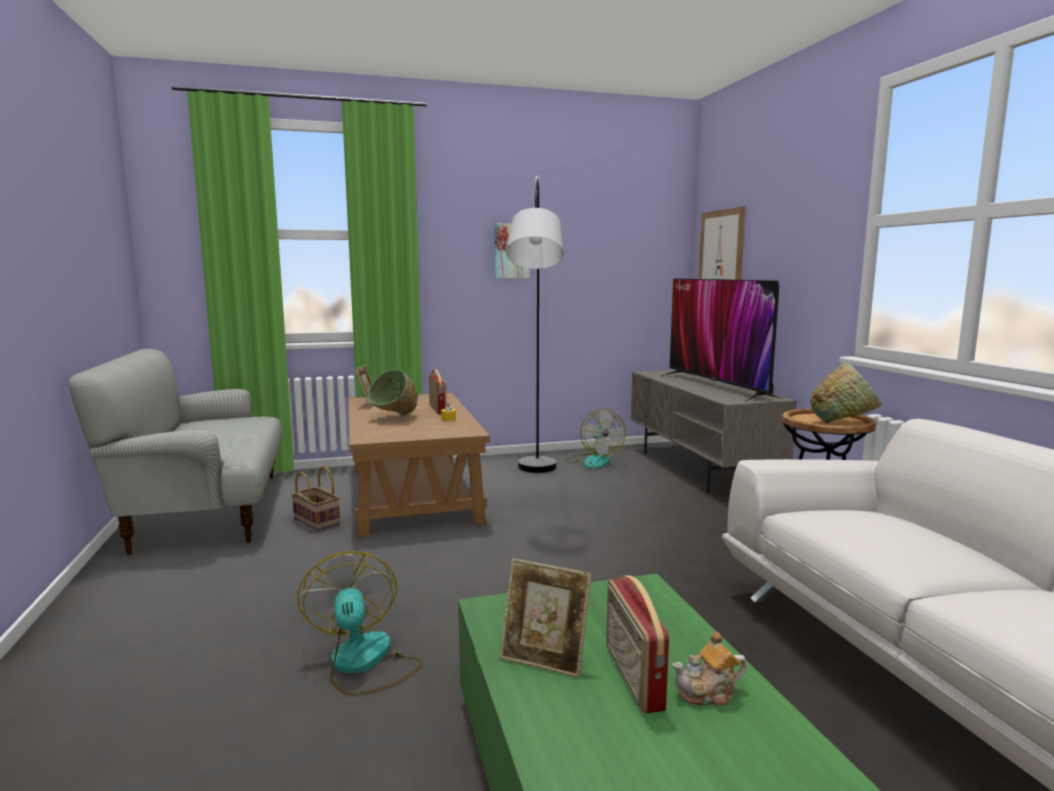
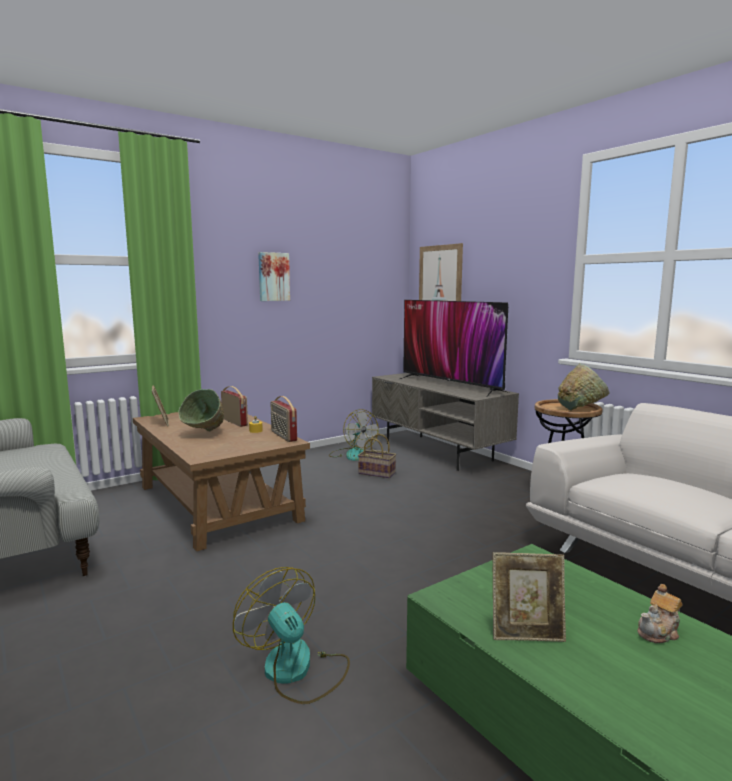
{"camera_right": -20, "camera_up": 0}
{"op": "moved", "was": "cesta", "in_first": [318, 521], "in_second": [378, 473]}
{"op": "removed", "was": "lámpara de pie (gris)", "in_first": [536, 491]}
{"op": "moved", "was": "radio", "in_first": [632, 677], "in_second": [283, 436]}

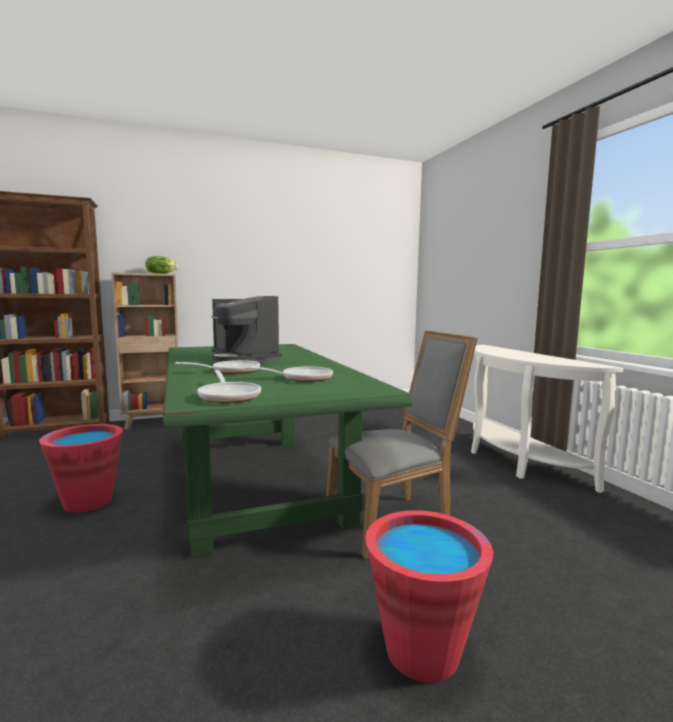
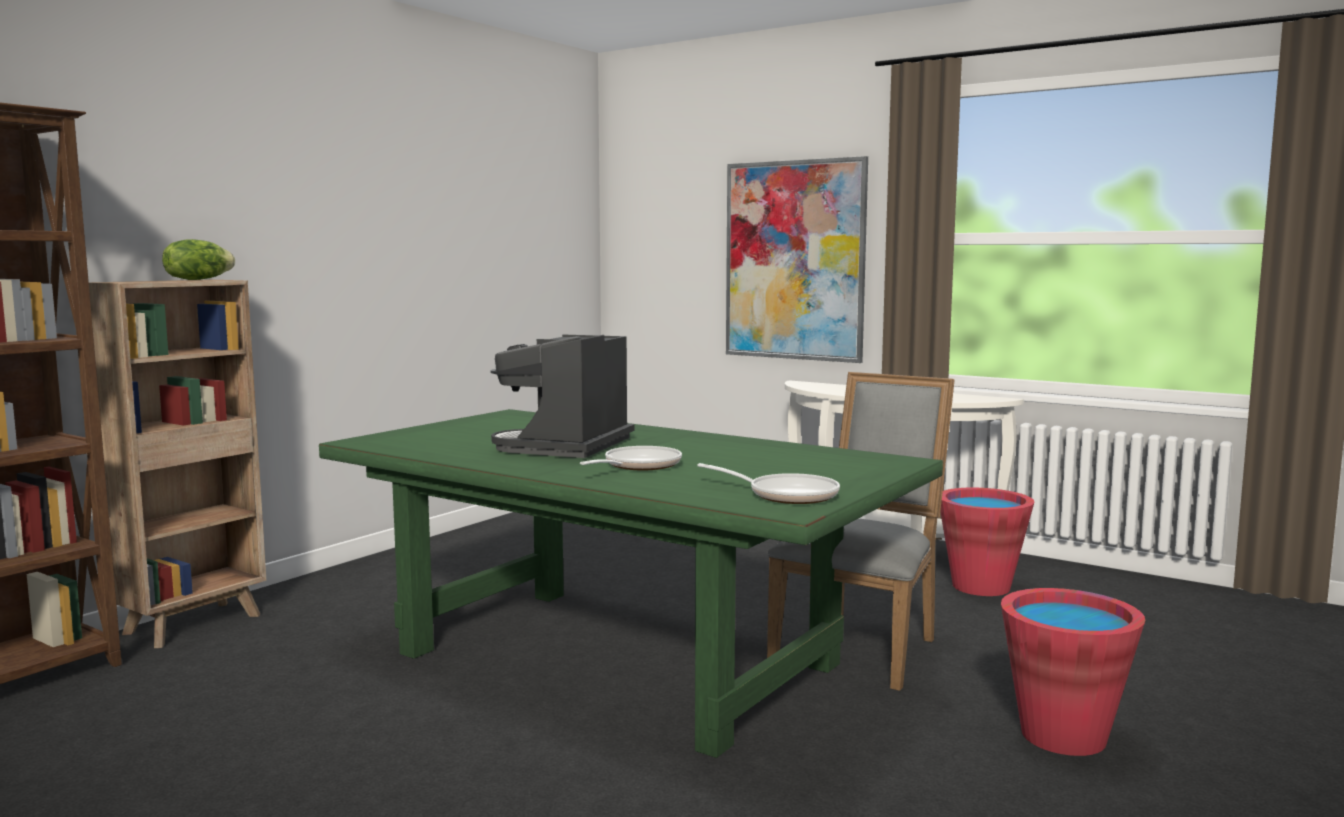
{"camera_right": -35, "camera_up": 0}
{"op": "moved", "was": "cubo (rojo)", "in_first": [88, 502], "in_second": [981, 587]}
{"op": "turned", "was": "cafetera", "in_first": [243, 359], "in_second": [566, 446], "clockwise": 90}
{"op": "removed", "was": "sartén", "in_first": [302, 378]}
{"op": "added", "now": "cuadro", "in_second": [794, 260]}

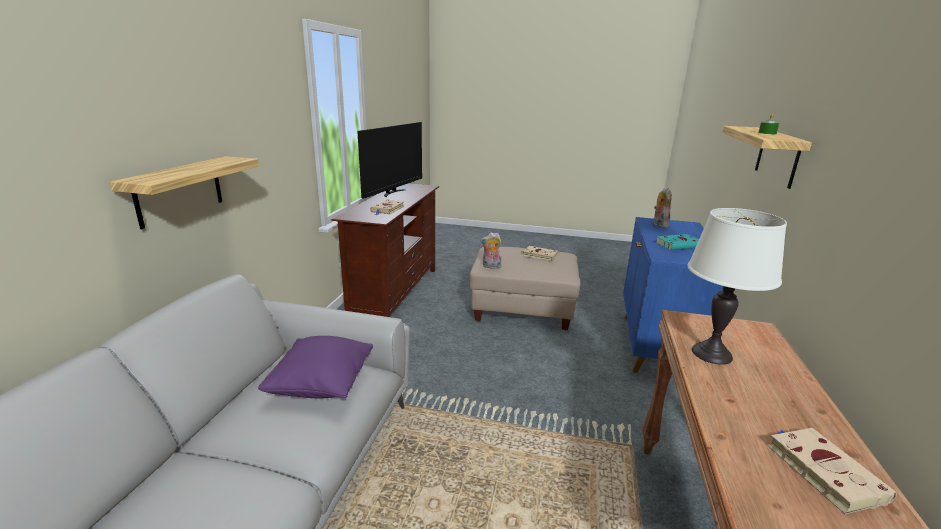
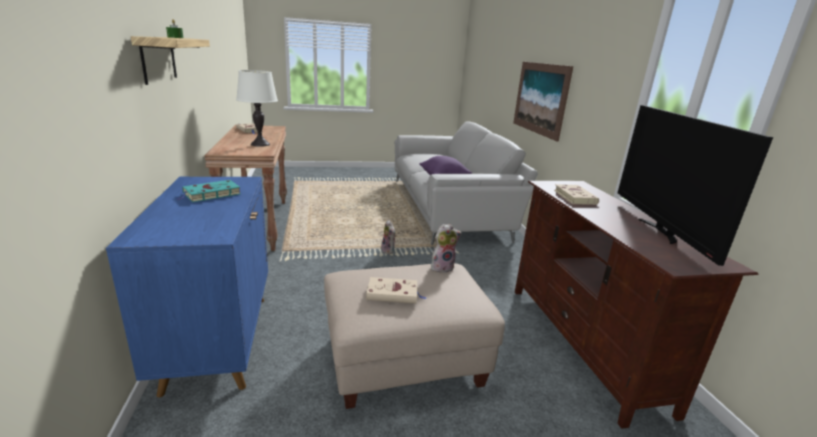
{"camera_right": 155, "camera_up": 0}
{"op": "replaced", "was": "estante", "now": "cuadro", "in_first": [180, 191], "in_second": [540, 98]}
{"op": "moved", "was": "peluche", "in_first": [658, 224], "in_second": [389, 251]}

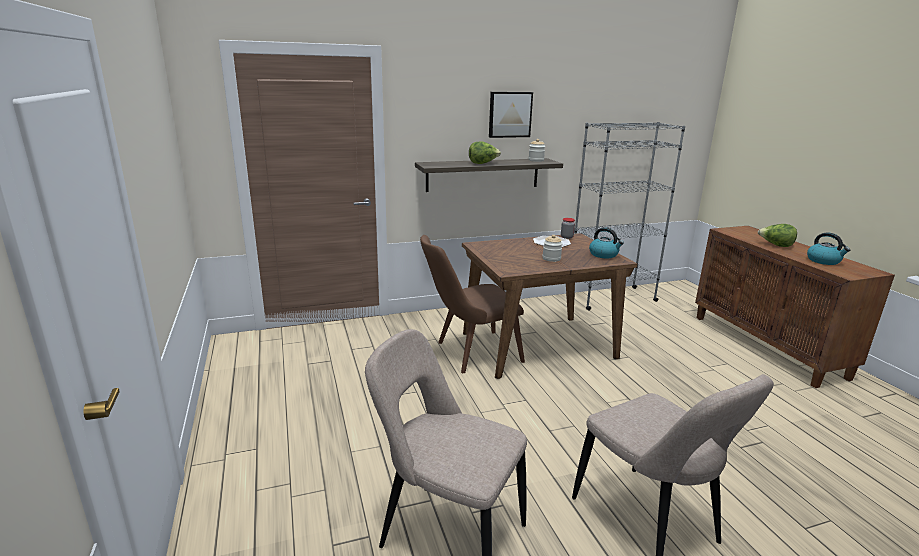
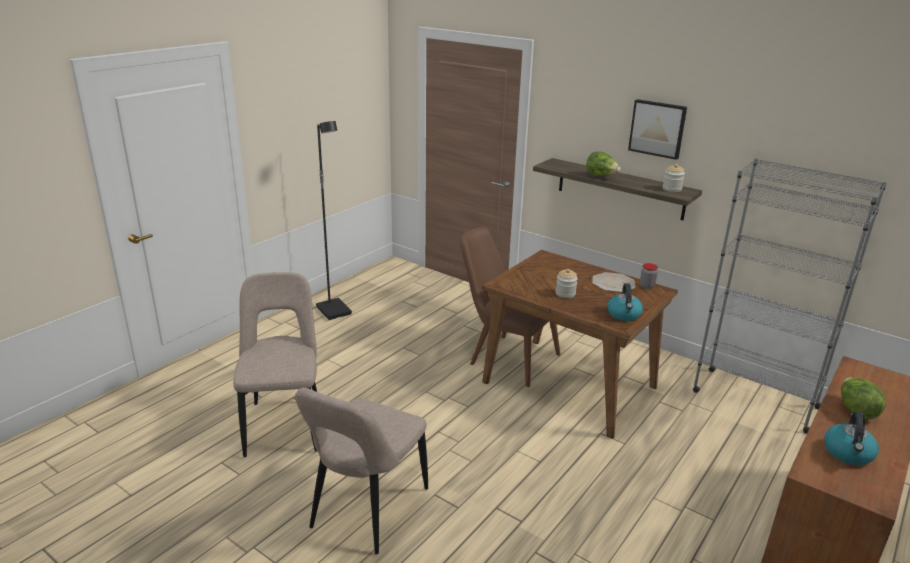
{"camera_right": 55, "camera_up": 5}
{"op": "added", "now": "lámpara de pie (negro)", "in_second": [335, 311]}

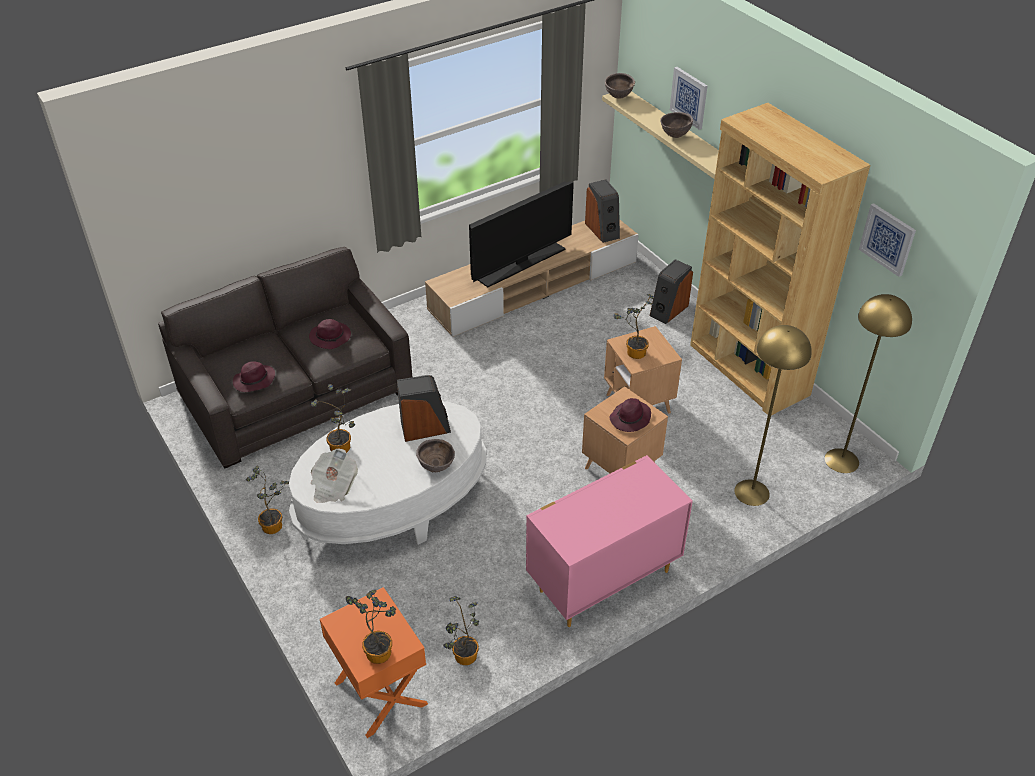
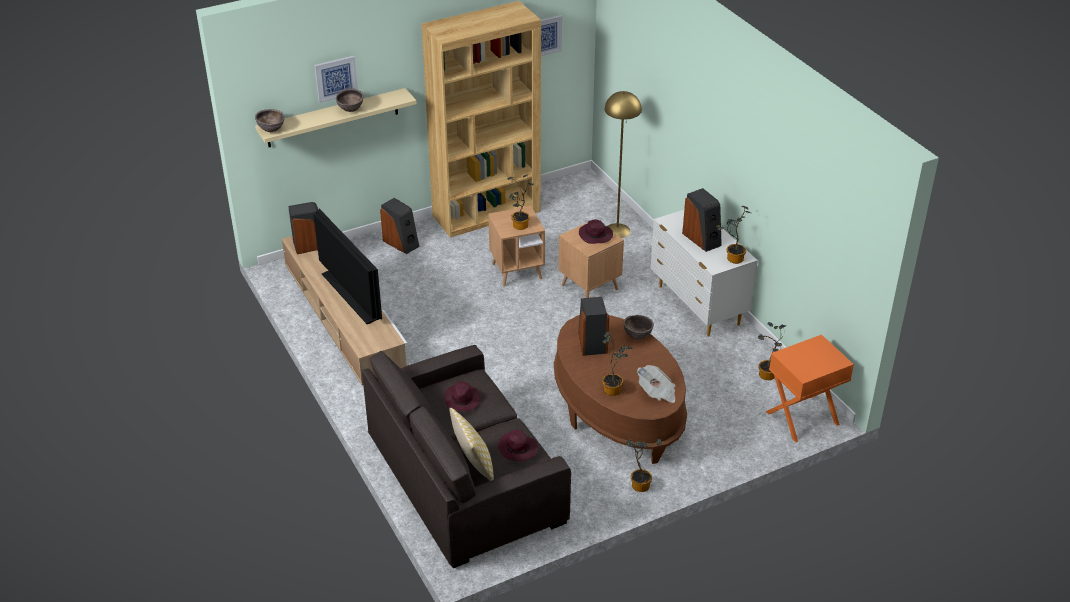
{"camera_right": -85, "camera_up": -5}
{"op": "recoloured", "was": "mesa de centro (blanco)", "now": "mesa de centro (marrón)", "in_first": [393, 503], "in_second": [617, 411]}
{"op": "moved", "was": "planta en maceta", "in_first": [379, 649], "in_second": [732, 258]}
{"op": "recoloured", "was": "cómoda (rosa)", "now": "cómoda (blanco)", "in_first": [602, 580], "in_second": [698, 306]}
{"op": "removed", "was": "lámpara de pie (amarillo)", "in_first": [841, 460]}
{"op": "added", "now": "cojín", "in_second": [473, 465]}
{"op": "added", "now": "altavoz", "in_second": [702, 239]}

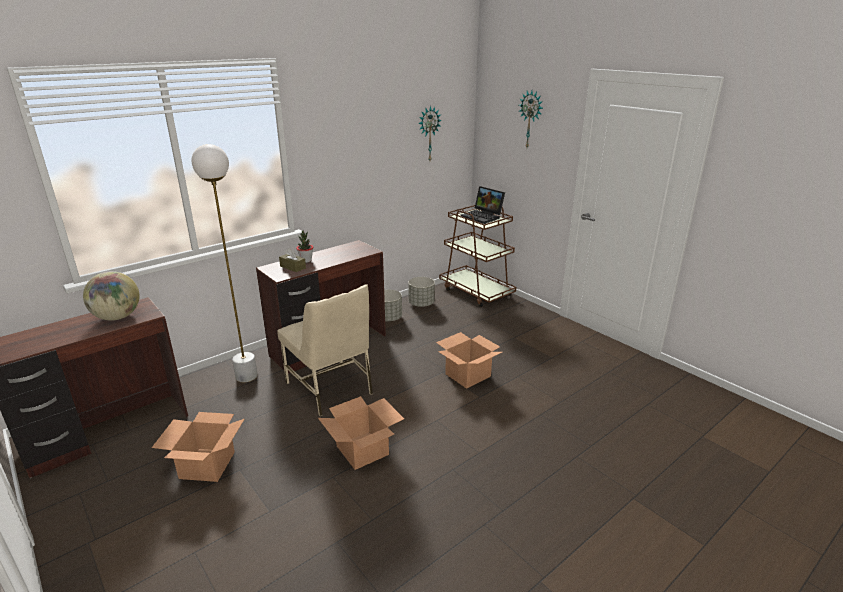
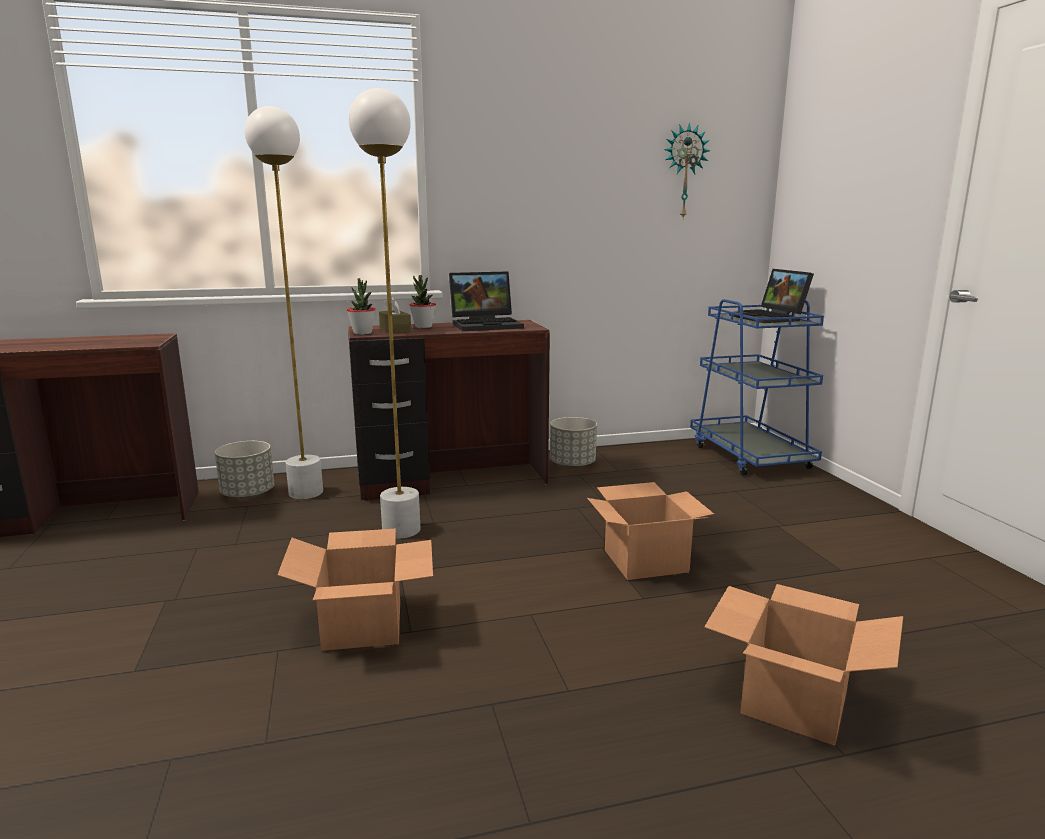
{"camera_right": 25, "camera_up": -10}
{"op": "removed", "was": "globo terráqueo", "in_first": [117, 317]}
{"op": "moved", "was": "caja de cartón", "in_first": [207, 465], "in_second": [795, 703]}
{"op": "replaced", "was": "silla (beis)", "now": "lámpara de pie (blanco)", "in_first": [330, 388], "in_second": [401, 530]}
{"op": "moved", "was": "maceta (gris)", "in_first": [421, 304], "in_second": [248, 494]}
{"op": "recoloured", "was": "carrito (marrón)", "now": "carrito (azul)", "in_first": [476, 292], "in_second": [749, 456]}
{"op": "removed", "was": "reloj de pared", "in_first": [531, 119]}
{"op": "added", "now": "planta en maceta", "in_second": [362, 333]}
{"op": "added", "now": "portátil", "in_second": [487, 325]}

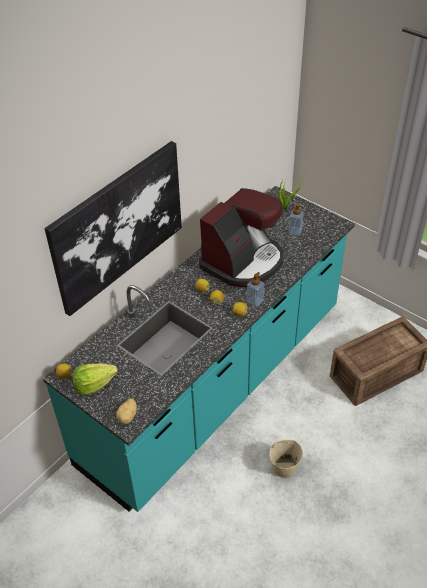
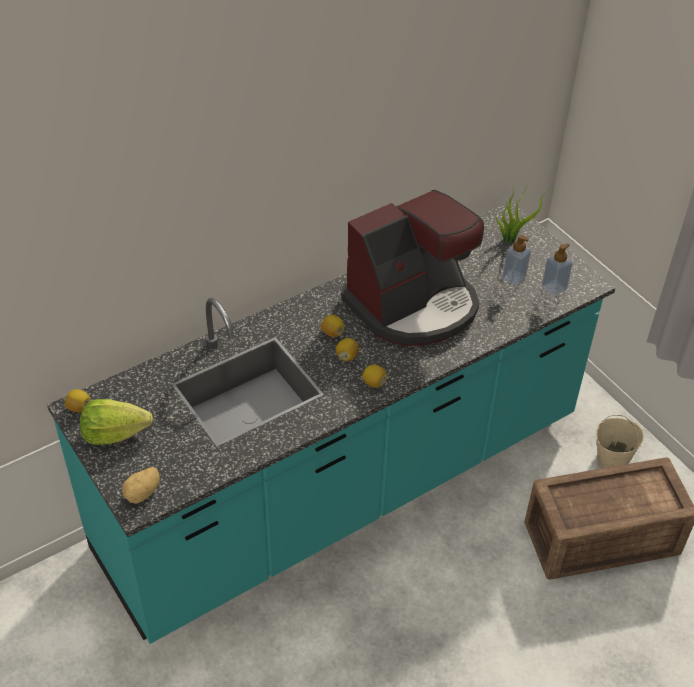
{"camera_right": 15, "camera_up": 0}
{"op": "removed", "was": "cuadro", "in_first": [118, 226]}
{"op": "moved", "was": "dispensador de jabón", "in_first": [255, 301], "in_second": [554, 288]}
{"op": "moved", "was": "cubo (beis)", "in_first": [284, 467], "in_second": [612, 459]}

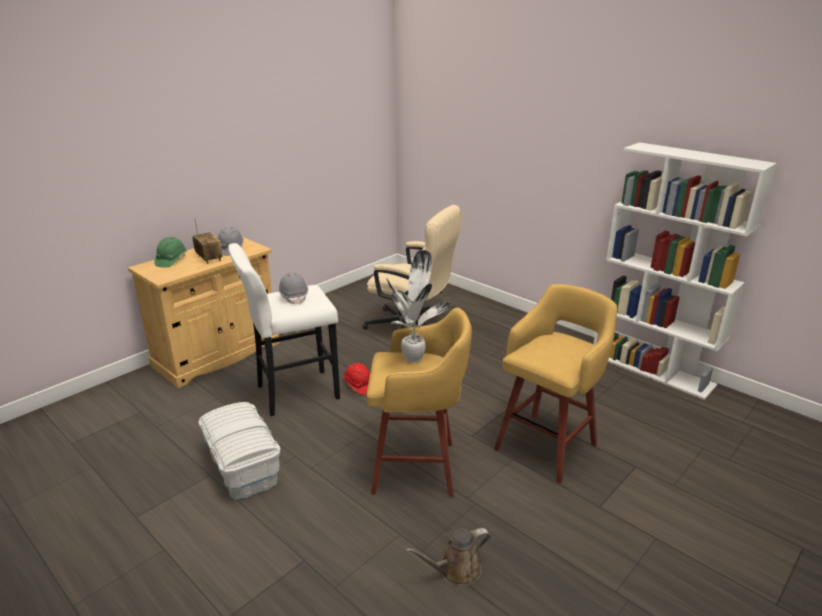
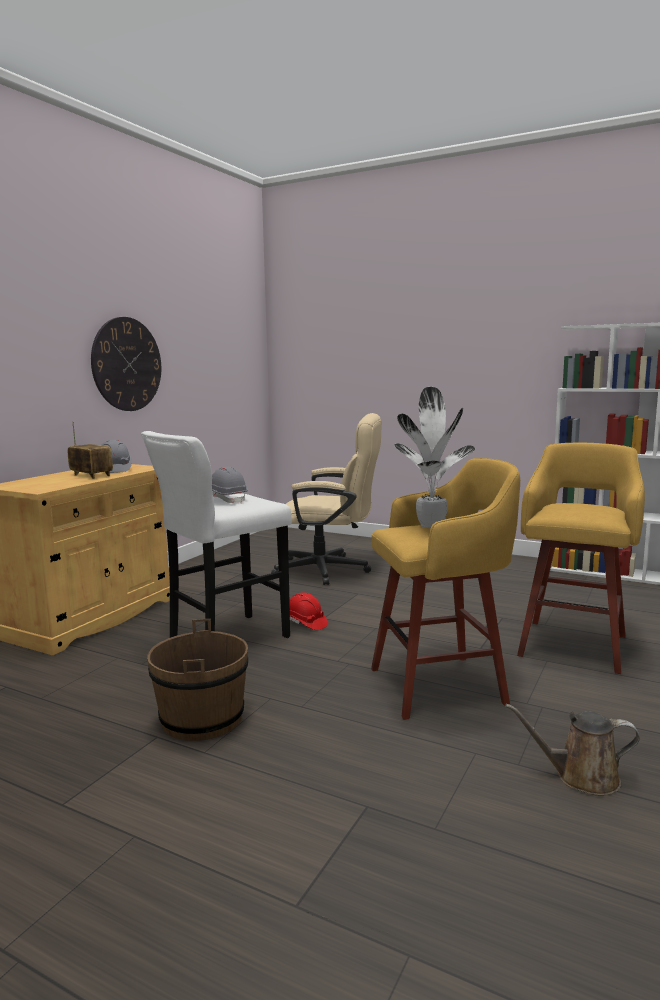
{"camera_right": -15, "camera_up": -15}
{"op": "removed", "was": "casco (verde)", "in_first": [171, 261]}
{"op": "replaced", "was": "caja de almacenaje (blanco)", "now": "cubo (marrón)", "in_first": [243, 466], "in_second": [202, 719]}
{"op": "turned", "was": "regadera (marrón)", "in_first": [456, 571], "in_second": [581, 777], "clockwise": 45}
{"op": "added", "now": "reloj de pared", "in_second": [127, 364]}

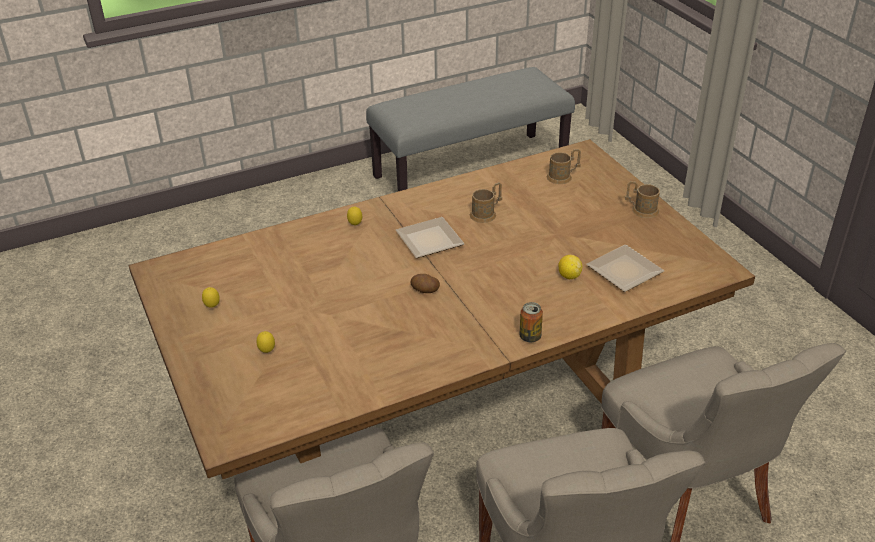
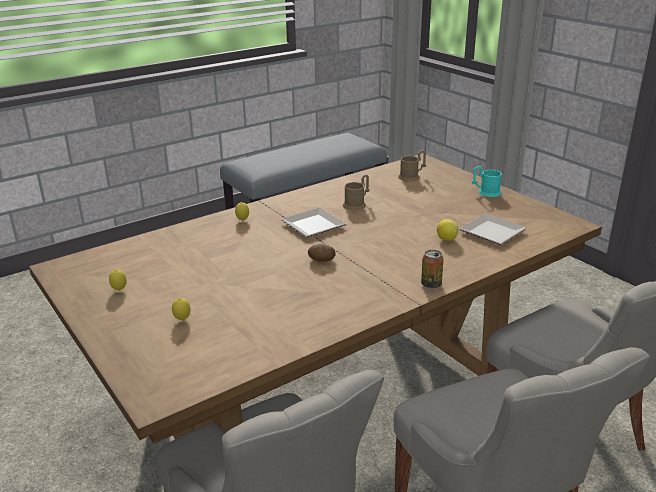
{"camera_right": -10, "camera_up": -10}
{"op": "recoloured", "was": "taza grande (marrón)", "now": "taza grande (turquesa)", "in_first": [641, 210], "in_second": [486, 192]}

